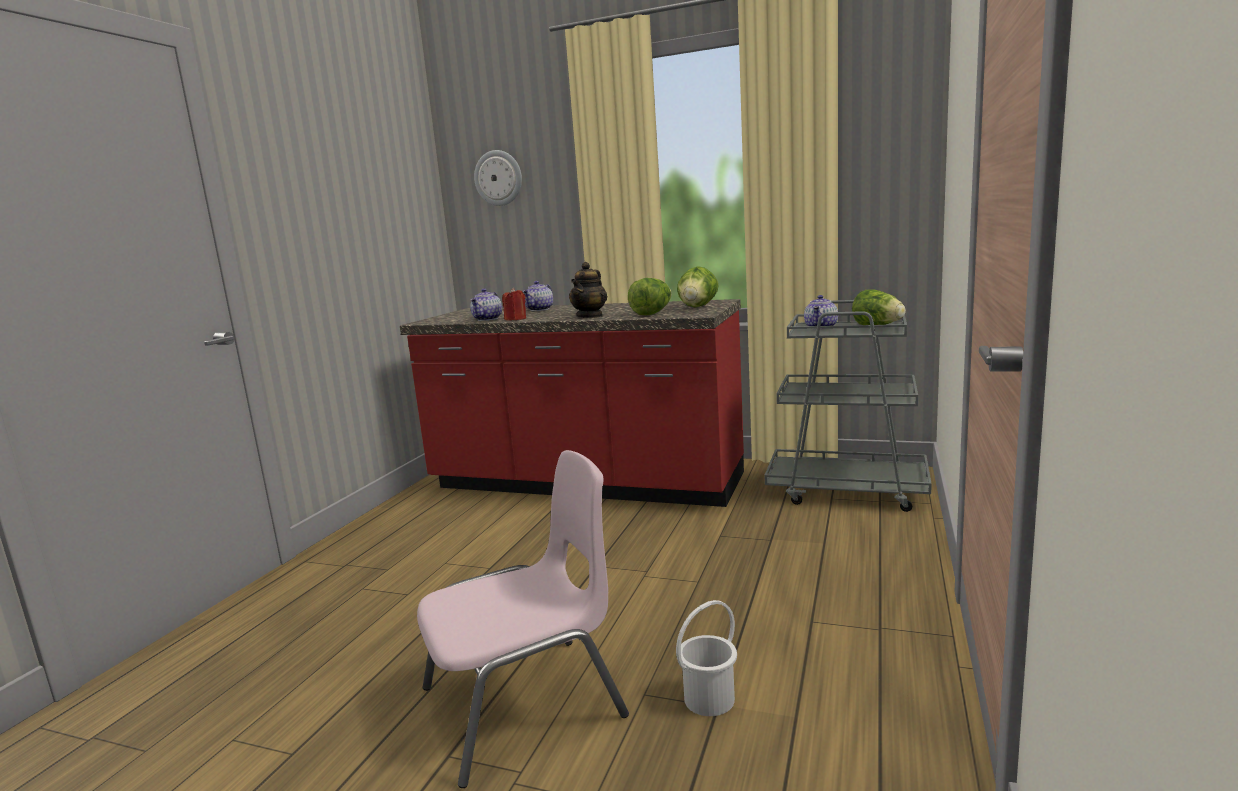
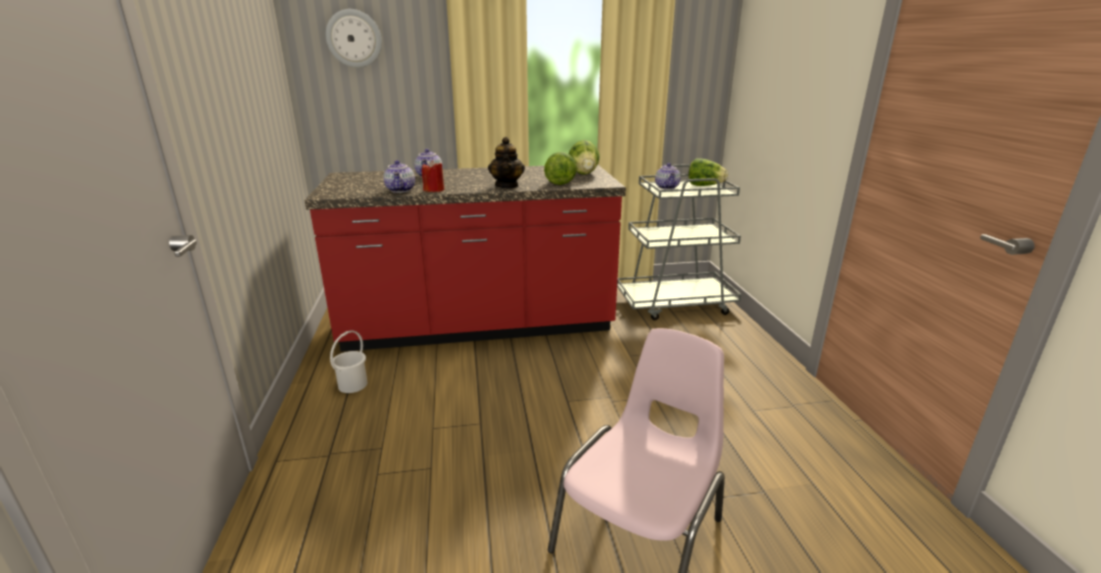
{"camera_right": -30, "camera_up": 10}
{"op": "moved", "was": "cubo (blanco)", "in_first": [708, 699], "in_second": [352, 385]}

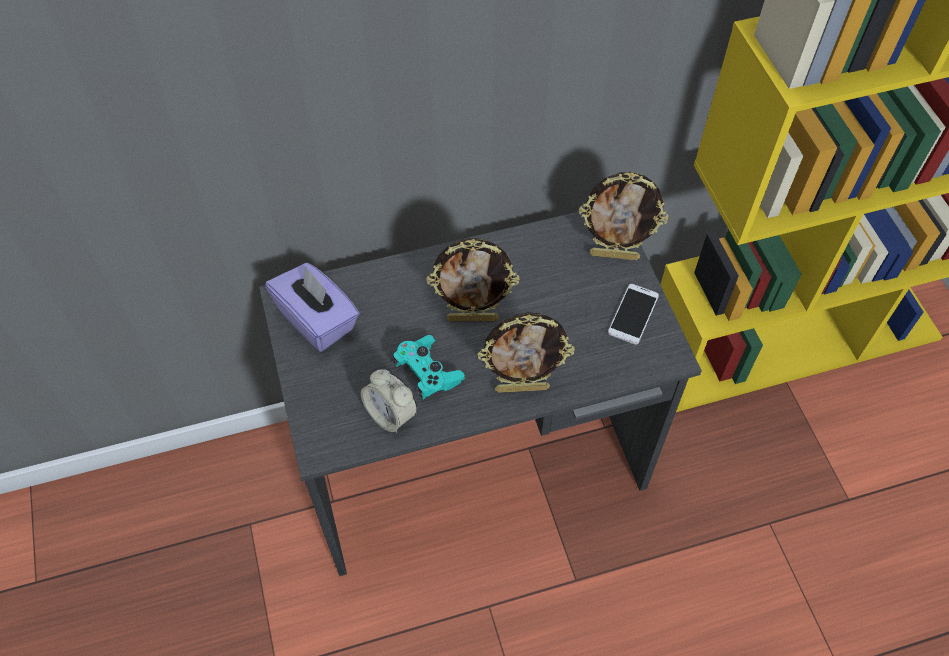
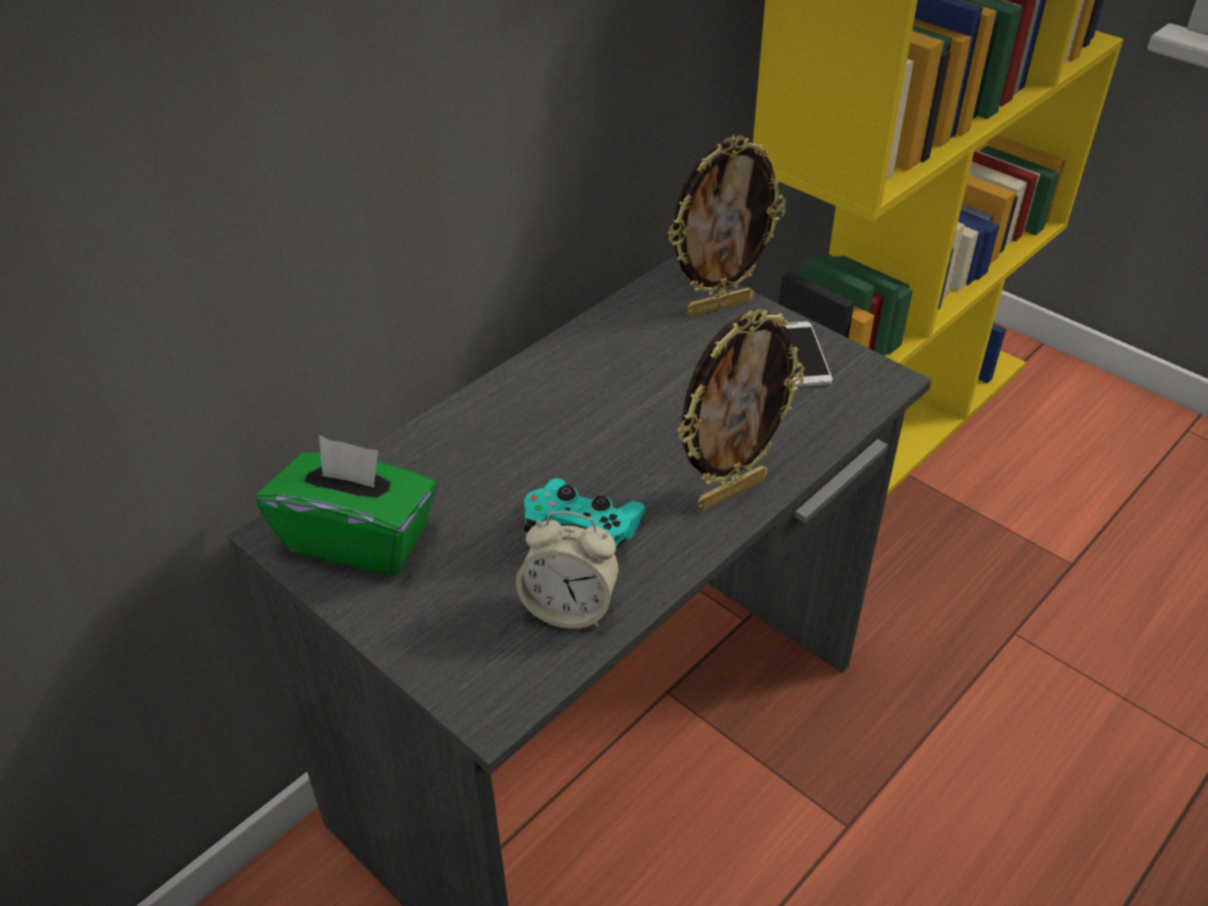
{"camera_right": -30, "camera_up": -15}
{"op": "recoloured", "was": "caja de pañuelos (morado)", "now": "caja de pañuelos (verde)", "in_first": [317, 320], "in_second": [359, 538]}
{"op": "removed", "was": "portarretratos", "in_first": [473, 318]}

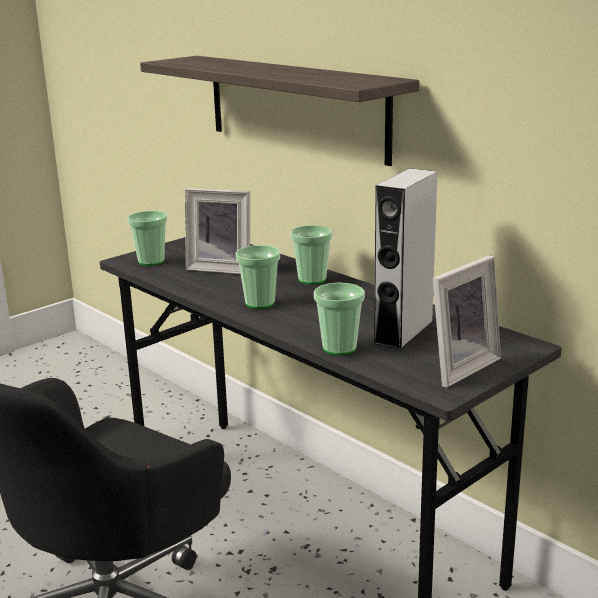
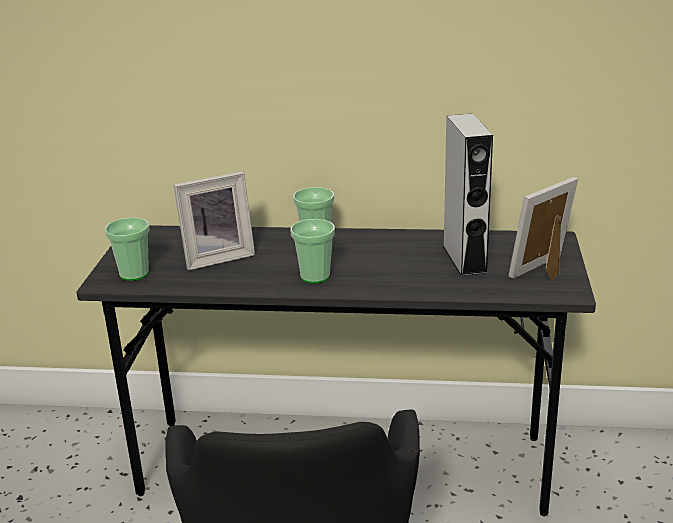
{"camera_right": -40, "camera_up": 5}
{"op": "removed", "was": "estante", "in_first": [295, 107]}
{"op": "removed", "was": "taza", "in_first": [339, 348]}
{"op": "turned", "was": "portarretratos", "in_first": [458, 367], "in_second": [545, 271], "clockwise": -135}

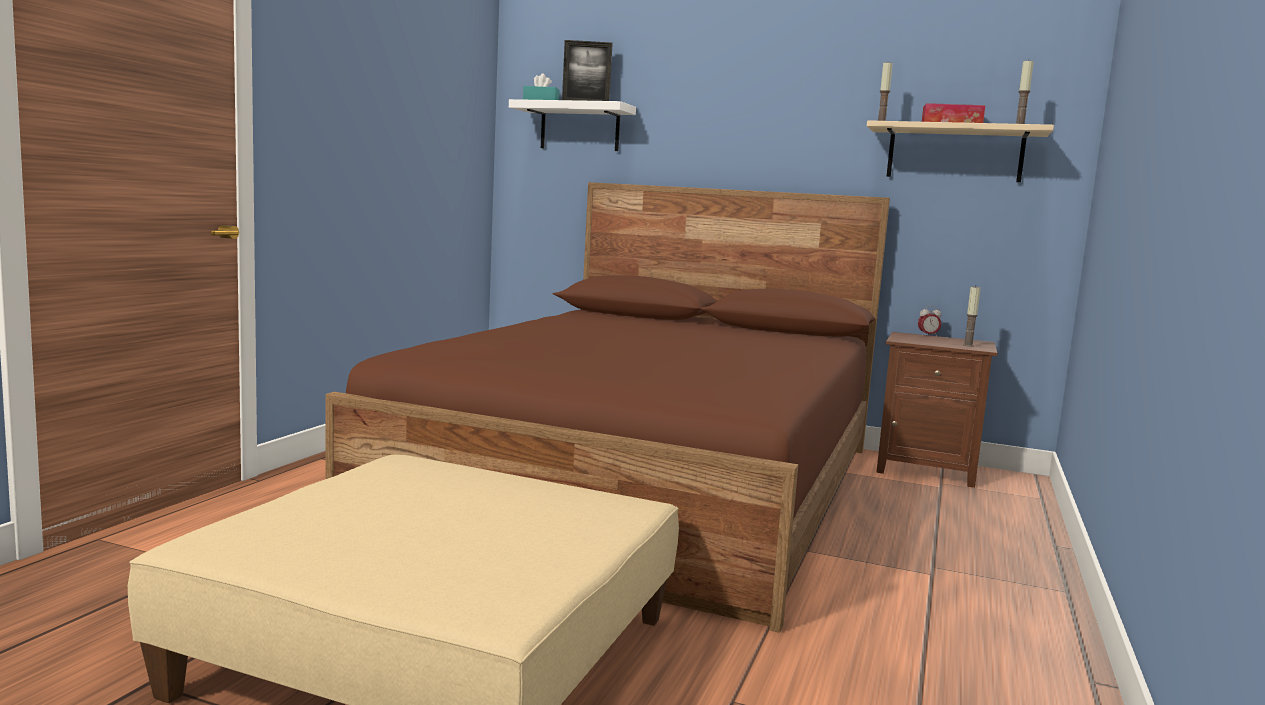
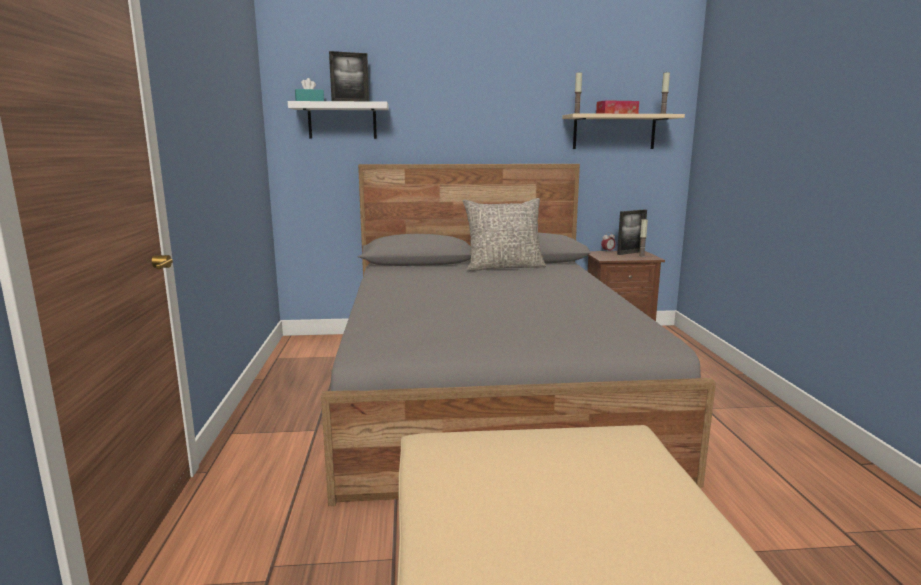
{"camera_right": -25, "camera_up": 5}
{"op": "recoloured", "was": "cama (marrón)", "now": "cama (gris)", "in_first": [648, 483], "in_second": [488, 389]}
{"op": "added", "now": "cojín (gris)", "in_second": [504, 267]}
{"op": "added", "now": "portarretratos", "in_second": [630, 253]}

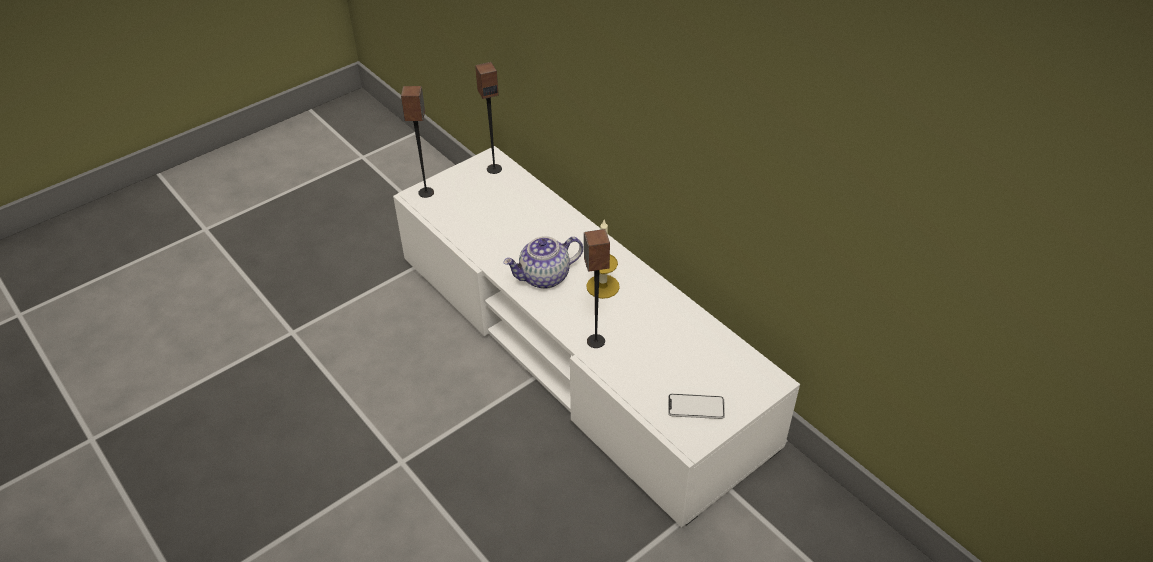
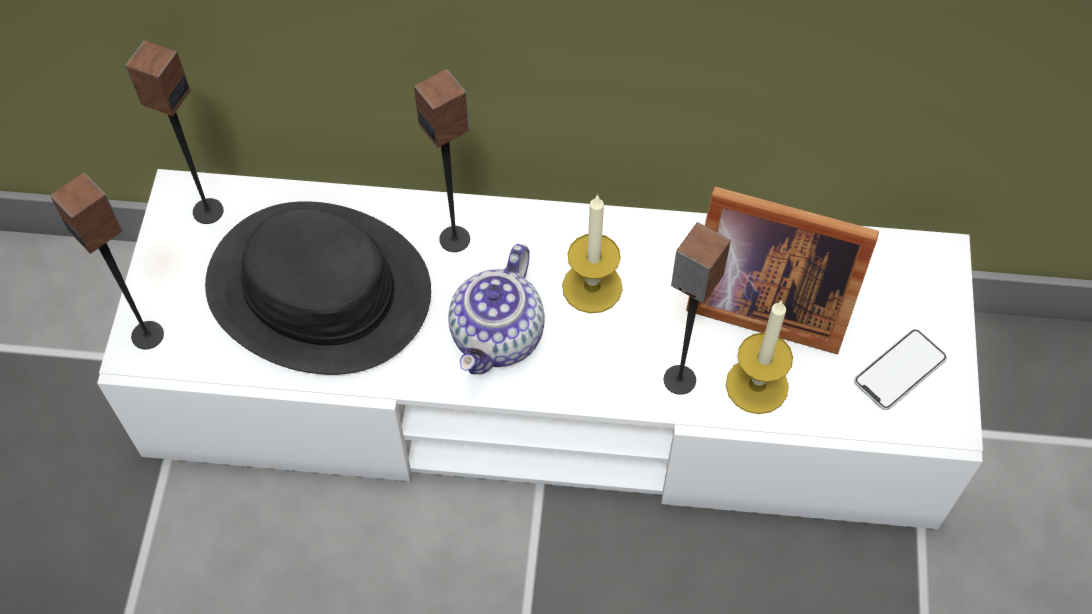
{"camera_right": -45, "camera_up": 15}
{"op": "added", "now": "sombrero (negro)", "in_second": [319, 290]}
{"op": "added", "now": "altavoz", "in_second": [455, 239]}
{"op": "added", "now": "portarretratos", "in_second": [763, 299]}
{"op": "added", "now": "vela", "in_second": [757, 385]}

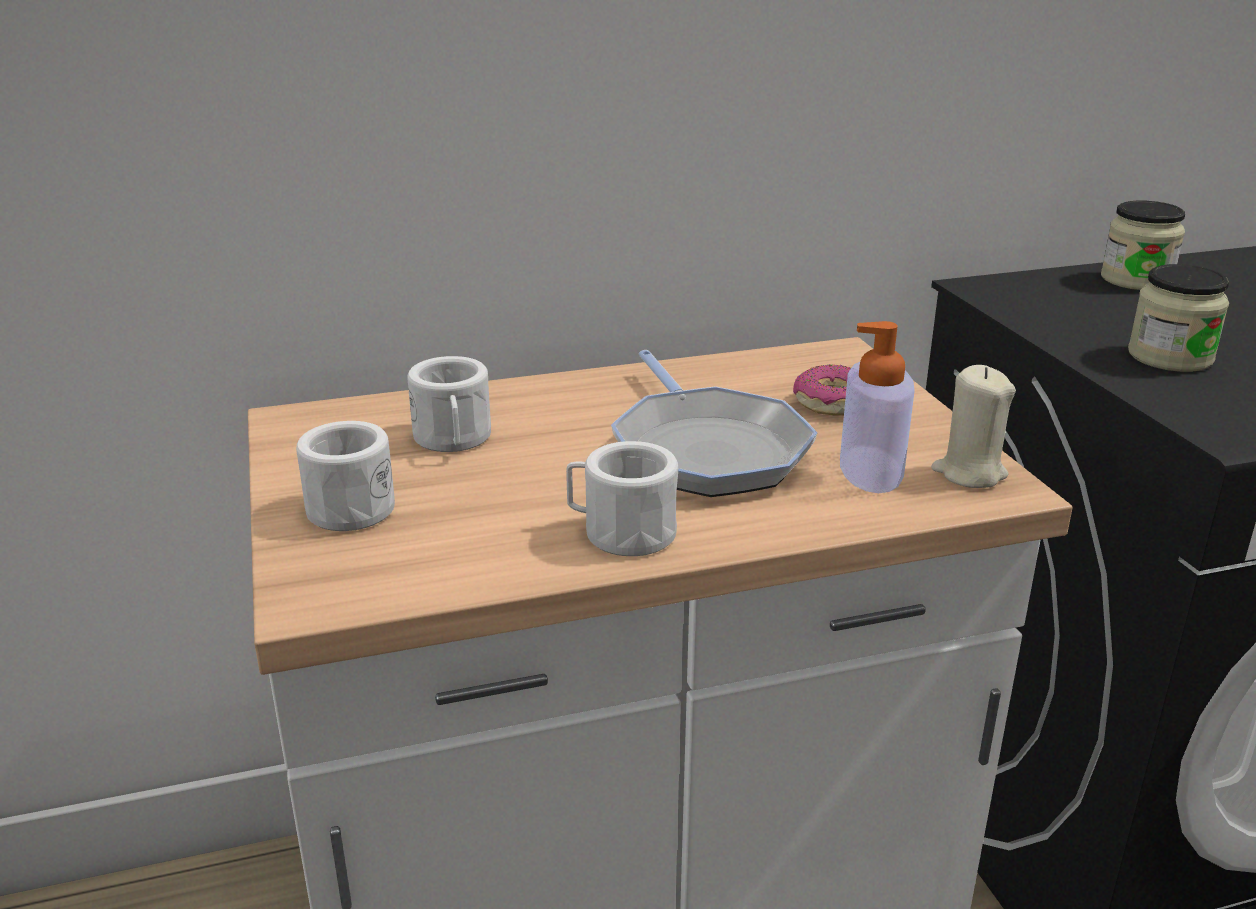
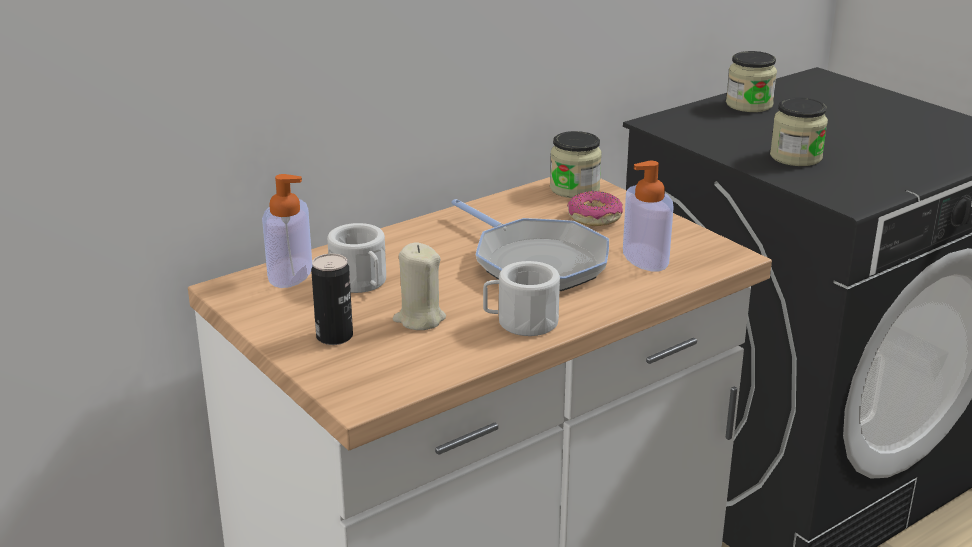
{"camera_right": -20, "camera_up": 0}
{"op": "replaced", "was": "taza grande (blanco)", "now": "lata", "in_first": [356, 505], "in_second": [334, 337]}
{"op": "moved", "was": "vela (beis)", "in_first": [969, 473], "in_second": [419, 319]}
{"op": "added", "now": "dispensador de jabón", "in_second": [290, 273]}
{"op": "added", "now": "tarro", "in_second": [574, 189]}

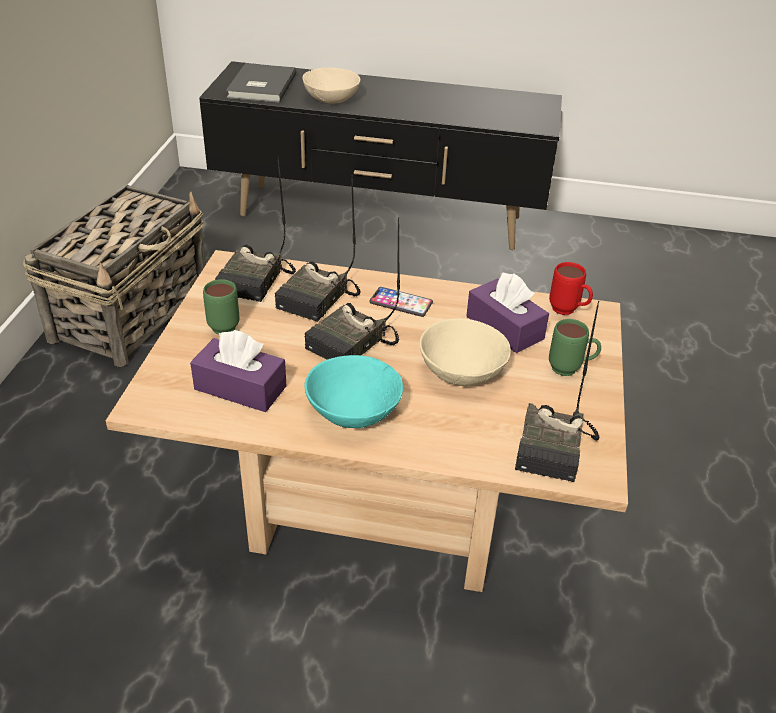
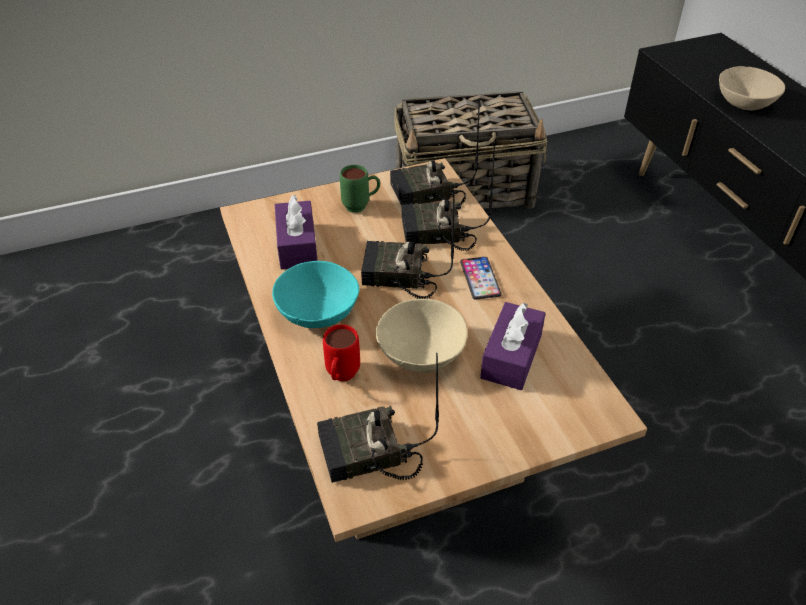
{"camera_right": 60, "camera_up": 5}
{"op": "removed", "was": "libro (gris)", "in_first": [260, 86]}
{"op": "moved", "was": "taza grande (rojo)", "in_first": [568, 312], "in_second": [341, 377]}
{"op": "removed", "was": "taza grande (verde)", "in_first": [570, 370]}

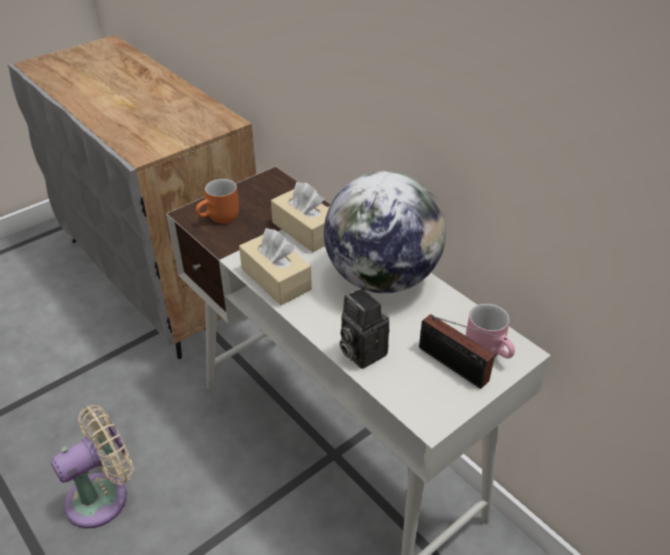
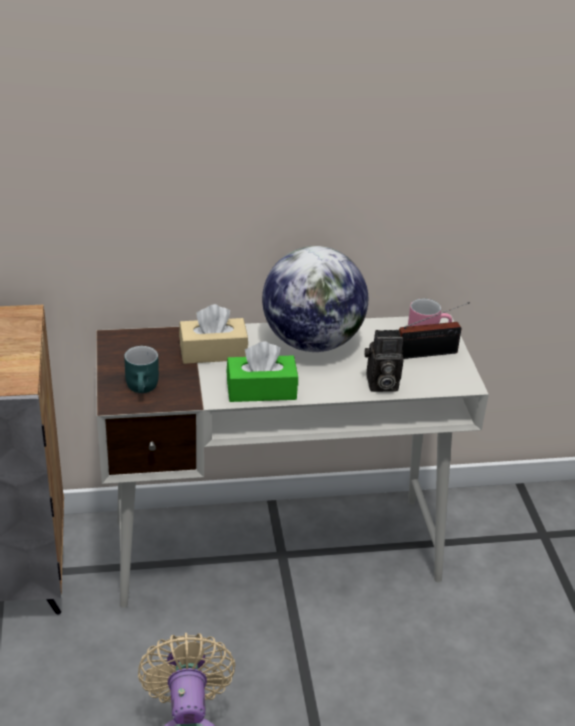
{"camera_right": -60, "camera_up": -5}
{"op": "recoloured", "was": "taza grande (naranja)", "now": "taza grande (turquesa)", "in_first": [220, 219], "in_second": [144, 388]}
{"op": "recoloured", "was": "caja de pañuelos (beis)", "now": "caja de pañuelos (verde)", "in_first": [276, 279], "in_second": [261, 390]}

